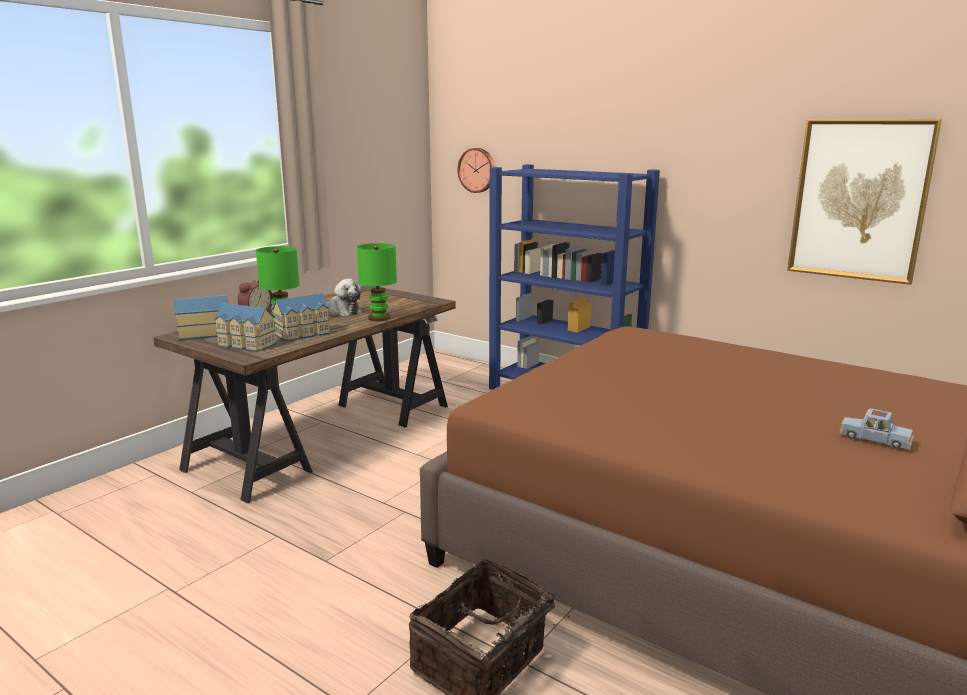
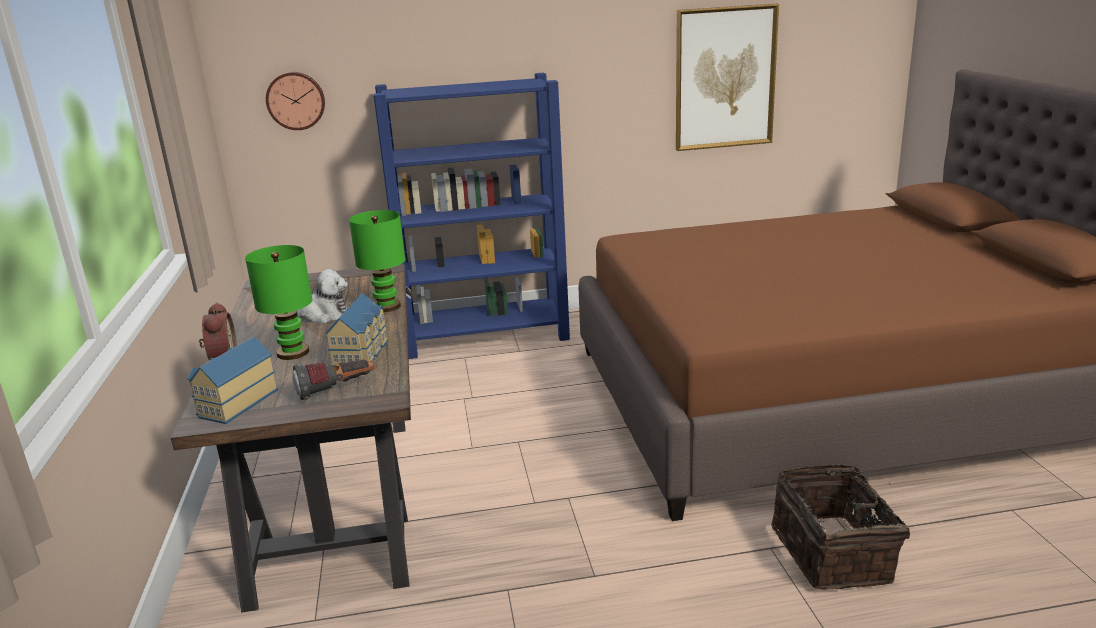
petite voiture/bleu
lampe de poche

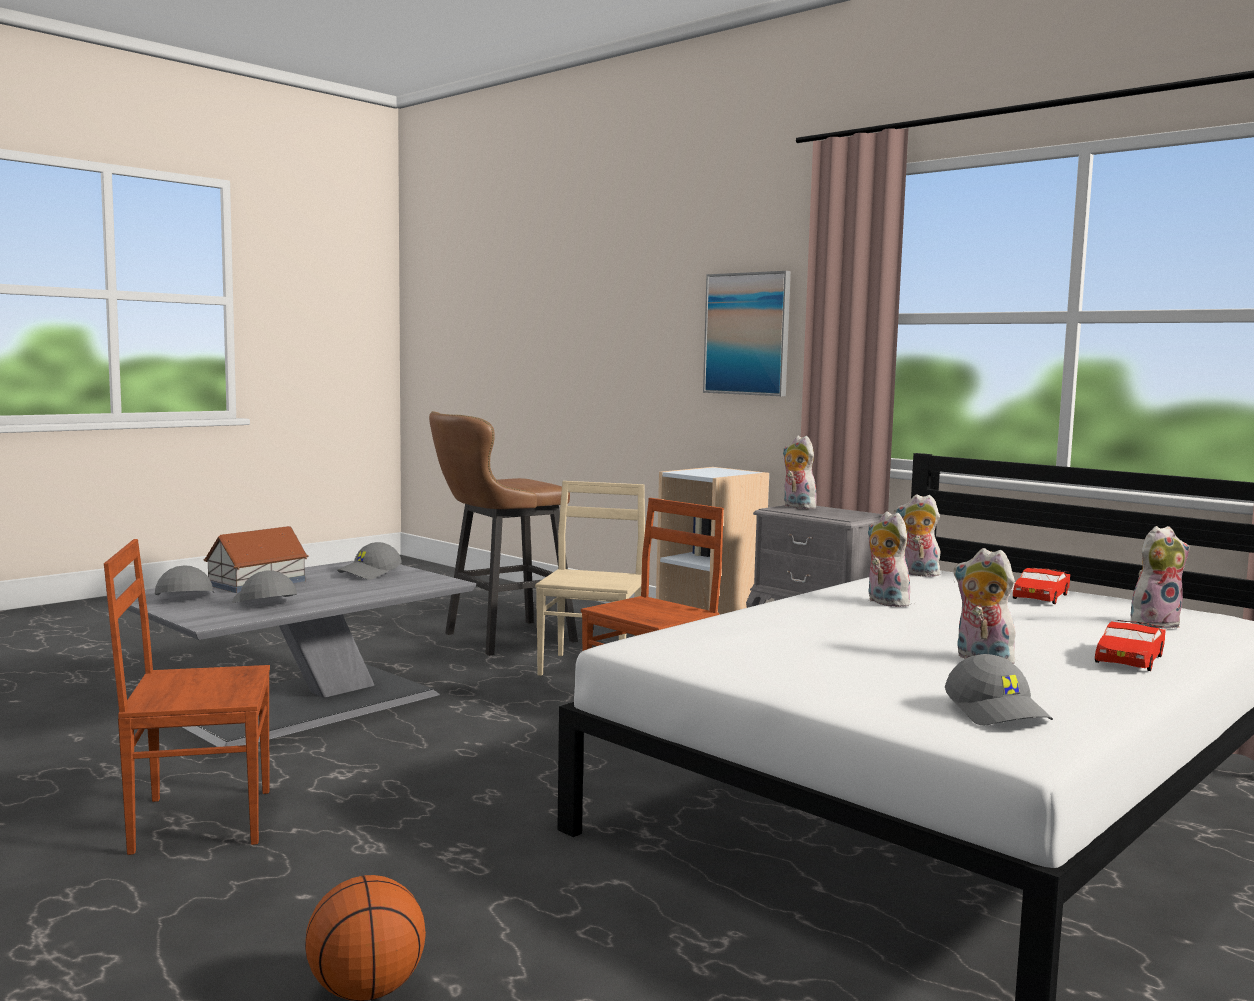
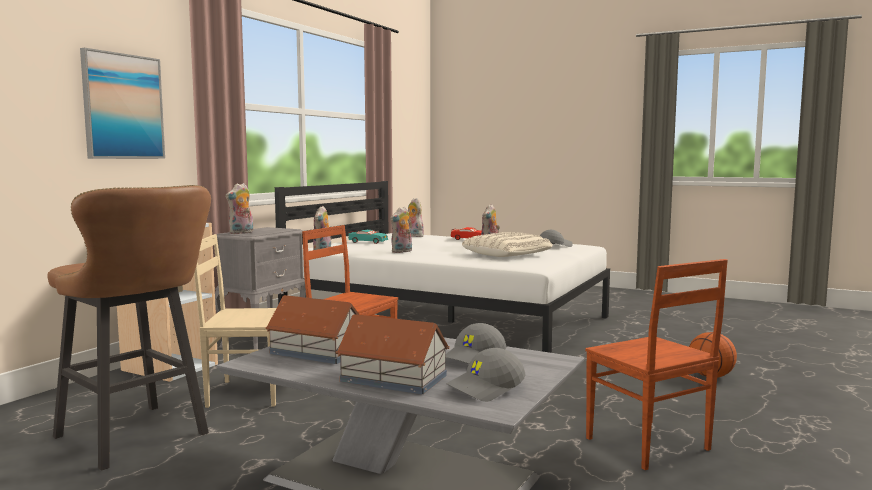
coussin/beige
maison miniature (1st from left)
petite voiture/turquoise

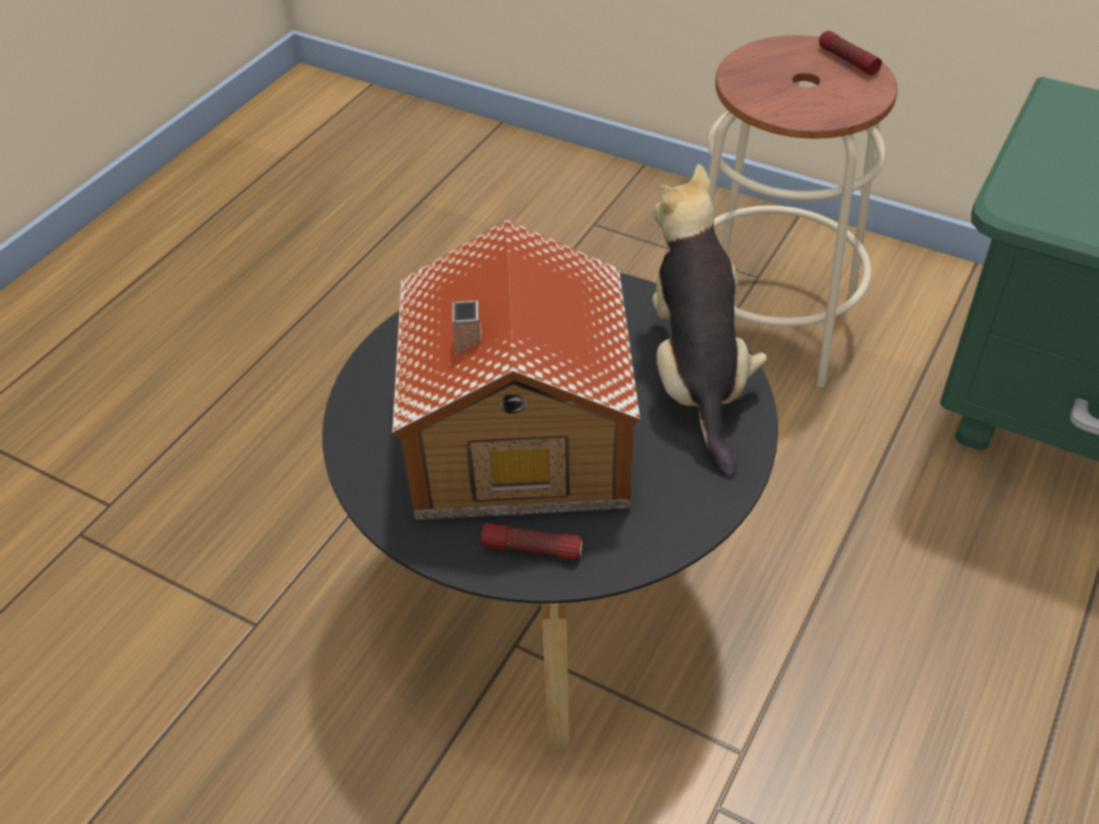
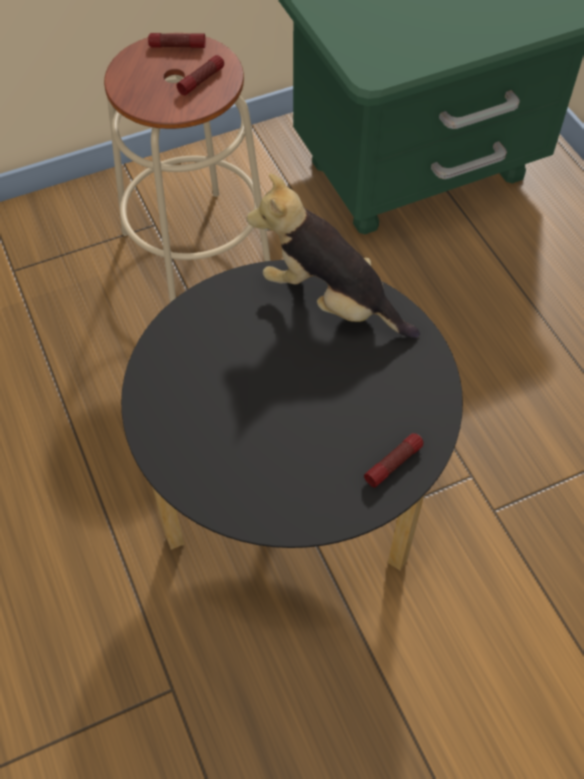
maison miniature
lampe de poche (2nd from left)

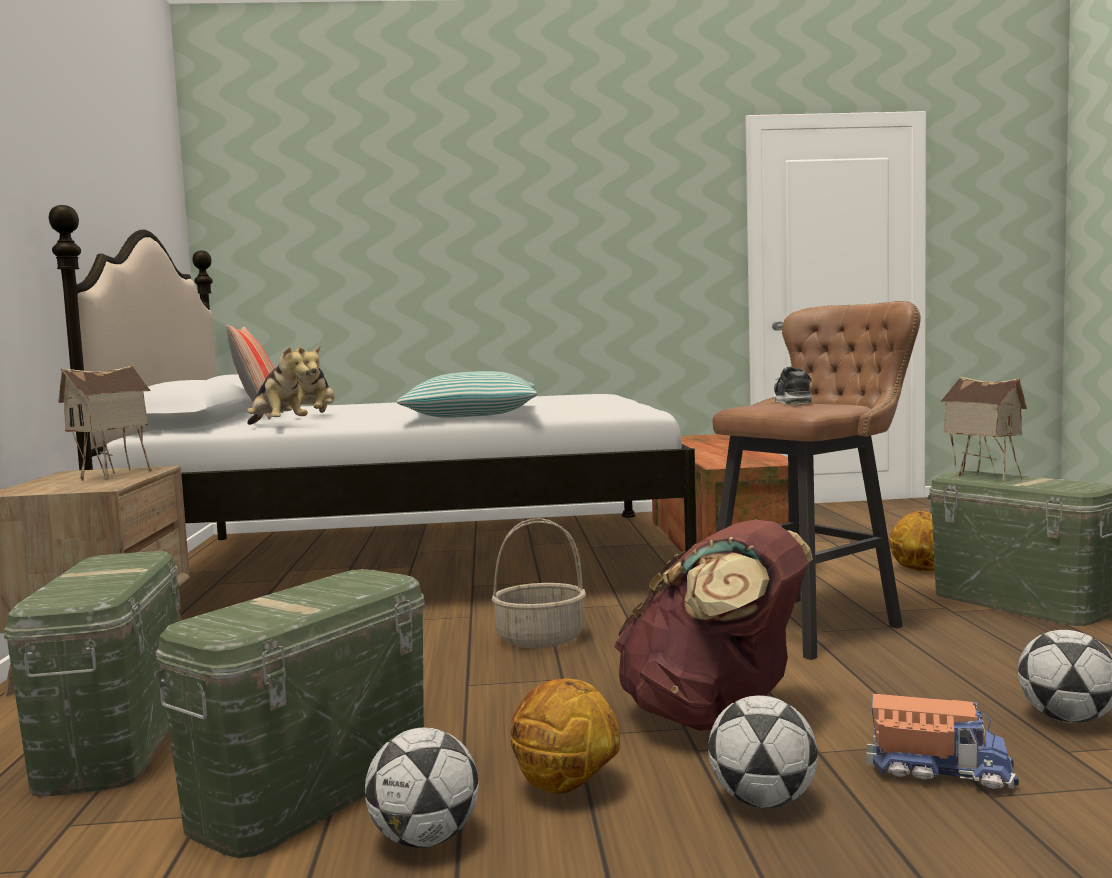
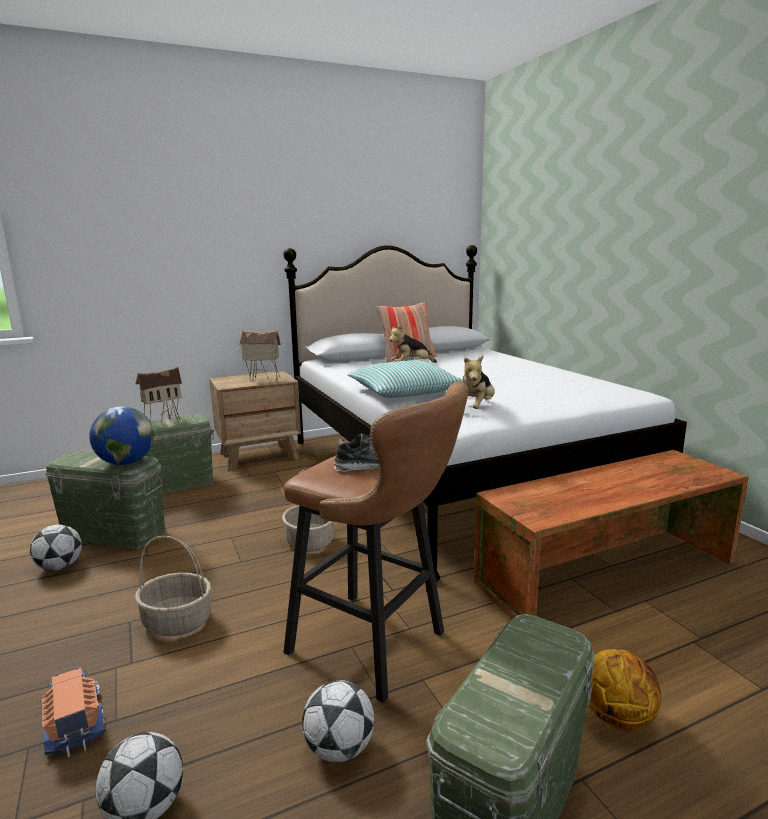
ballon de basket (1st from left in the first image)
globe
peluche (2nd from left)
ballon de foot (3rd from left)
maison miniature (1st from left)
panier (1st from left)
camion jouet

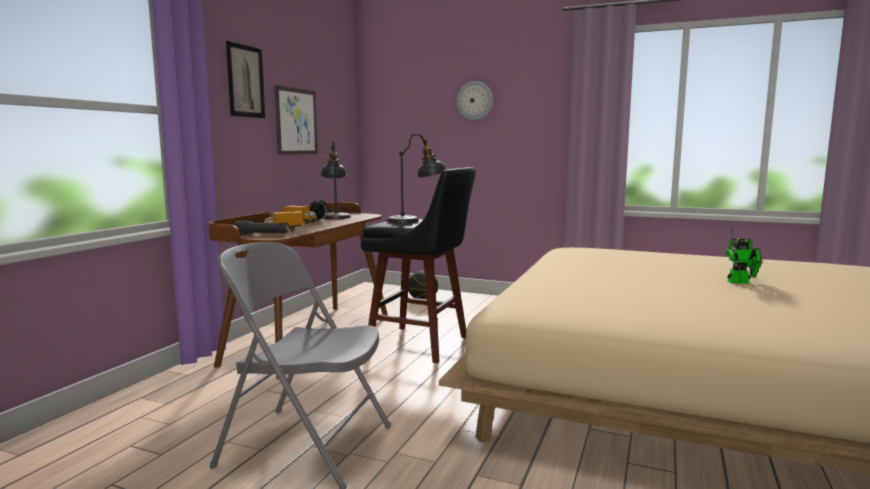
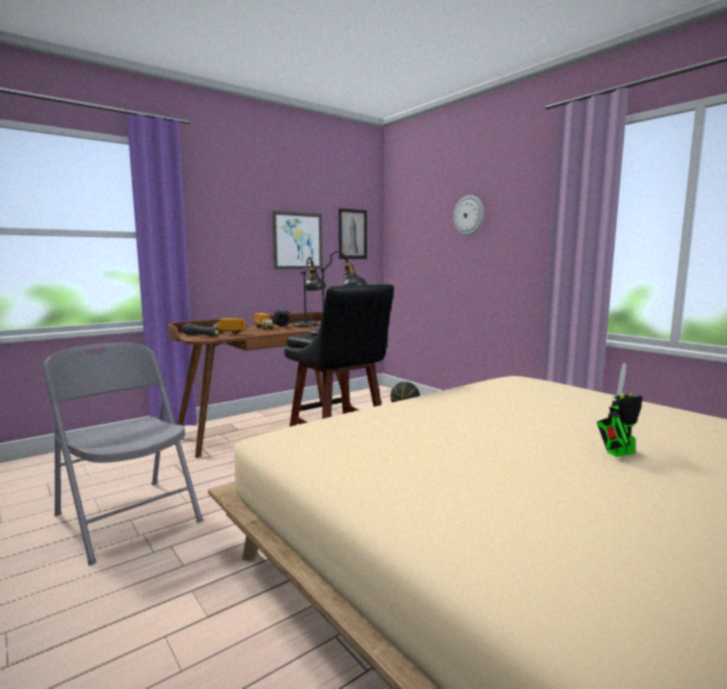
tableau (2nd from left)
robot jouet

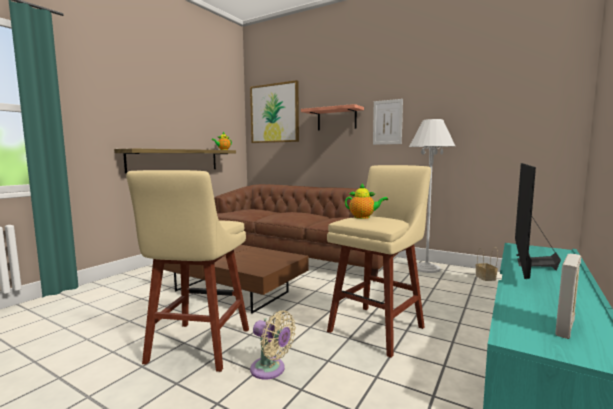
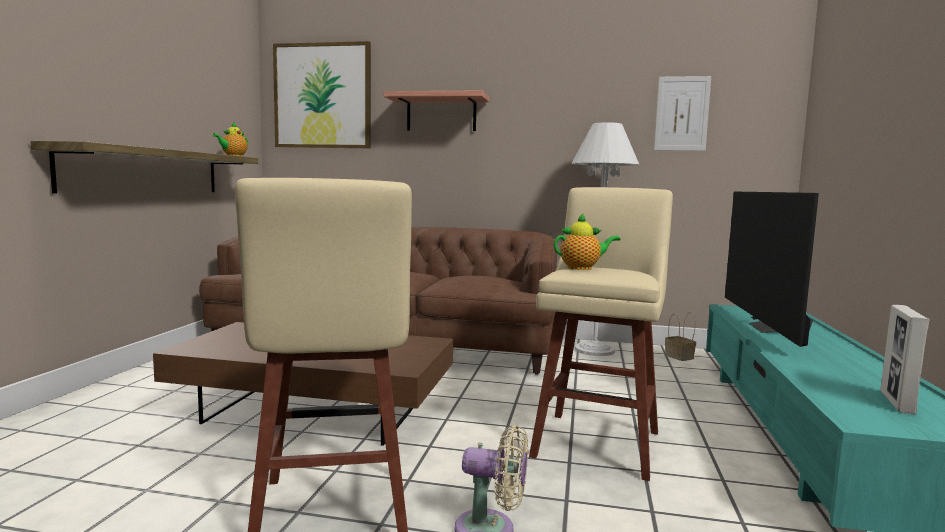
tableau (2nd from left)

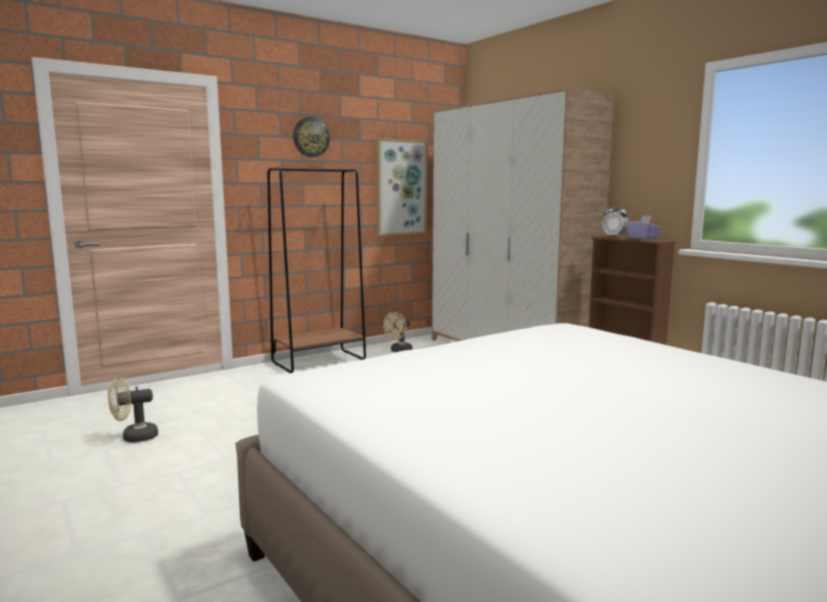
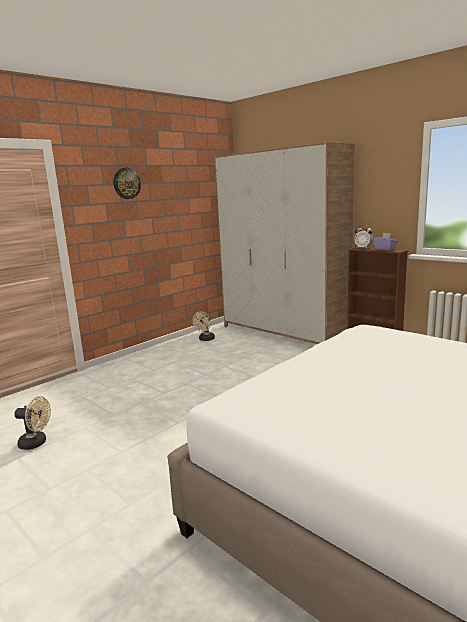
portant
tableau
ventilateur/beige (1st from left)

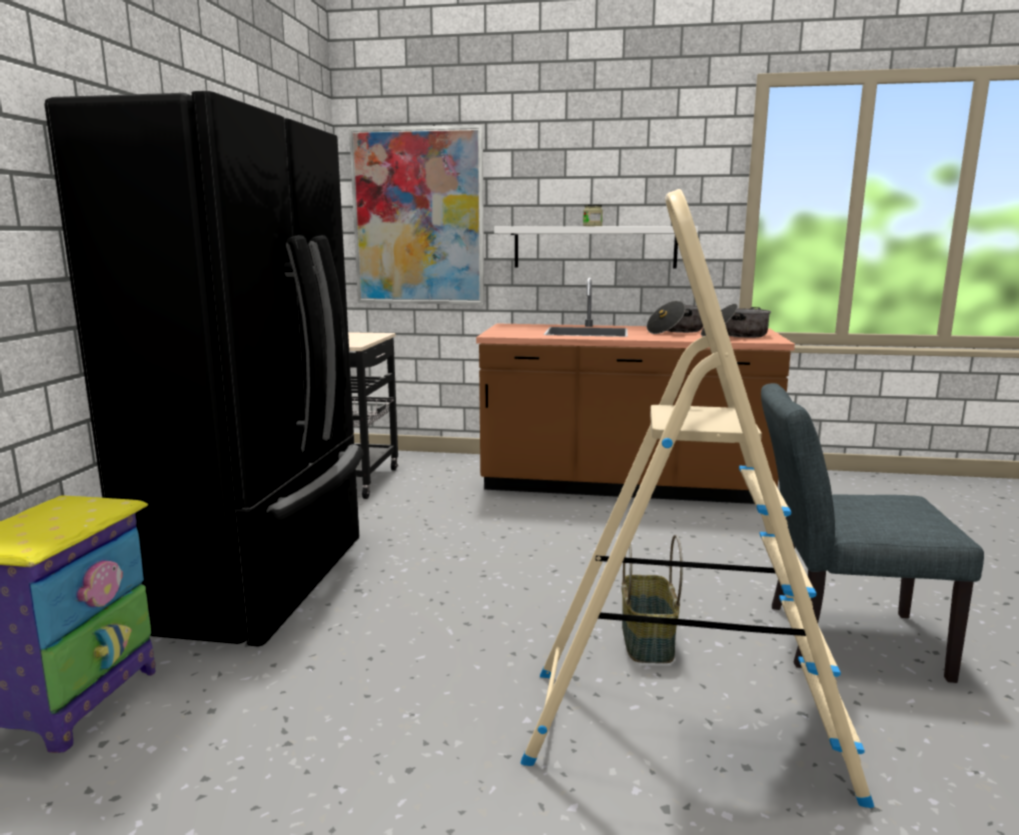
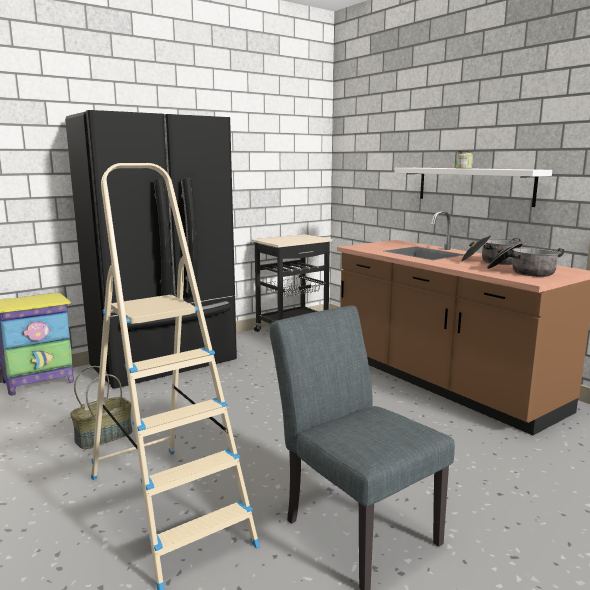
tableau
panier

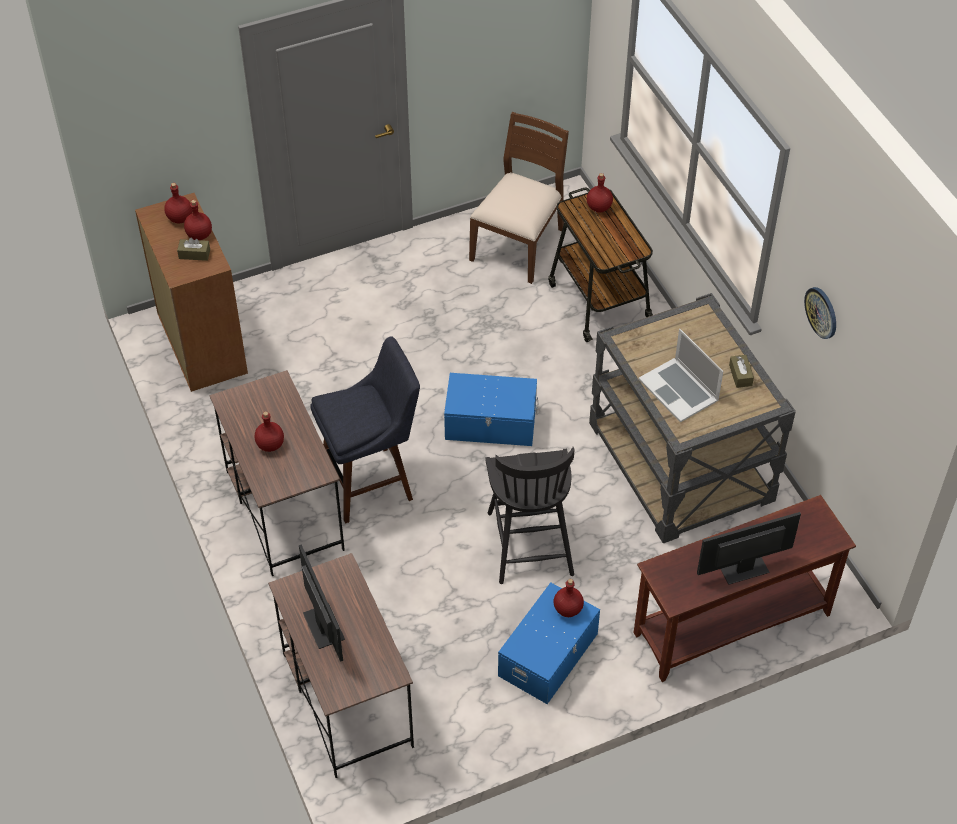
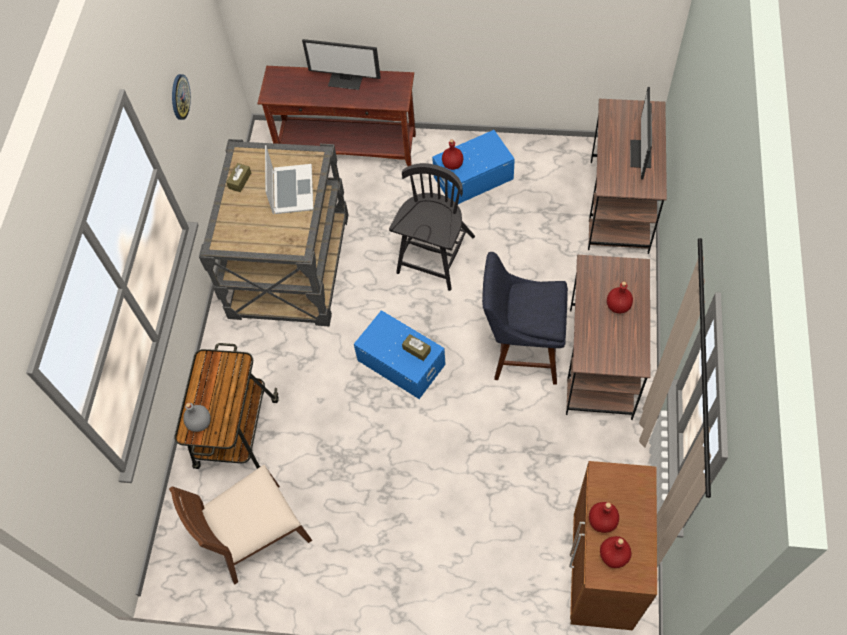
boîte à mouchoirs/marron (2nd from left)
bouteille/gris

